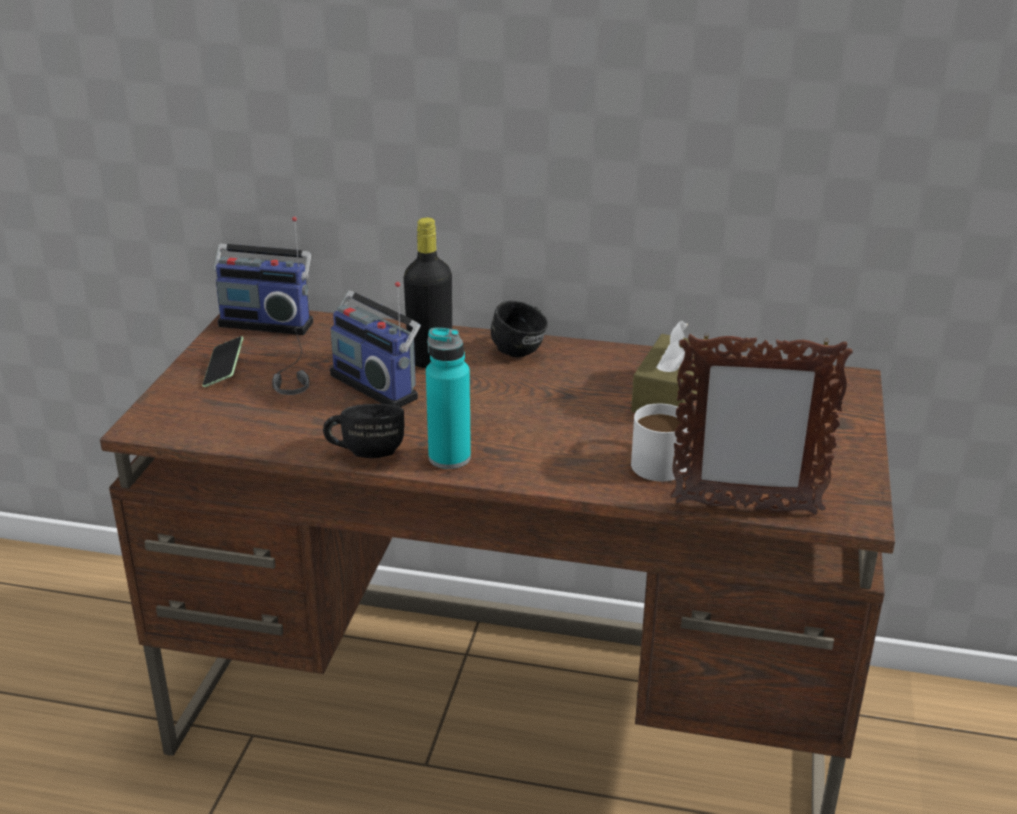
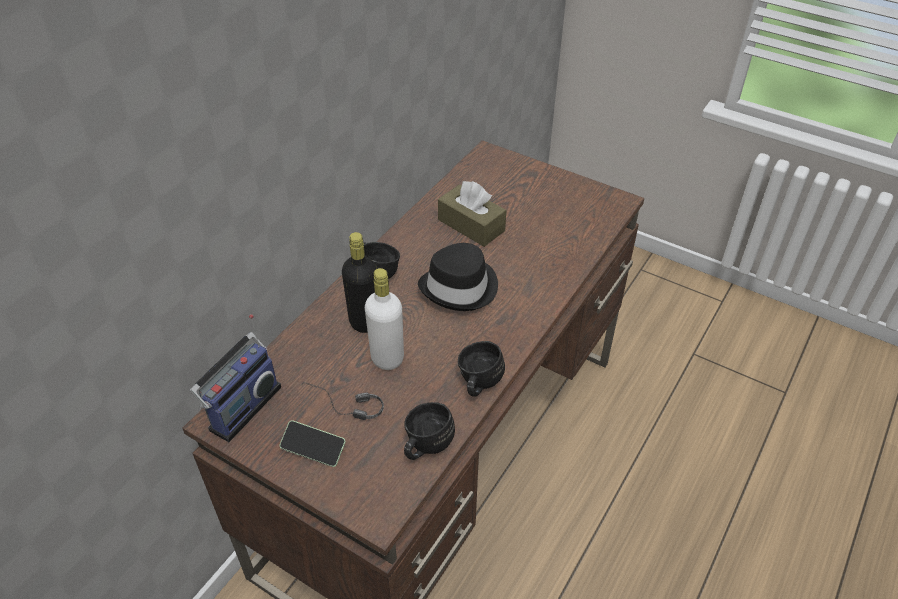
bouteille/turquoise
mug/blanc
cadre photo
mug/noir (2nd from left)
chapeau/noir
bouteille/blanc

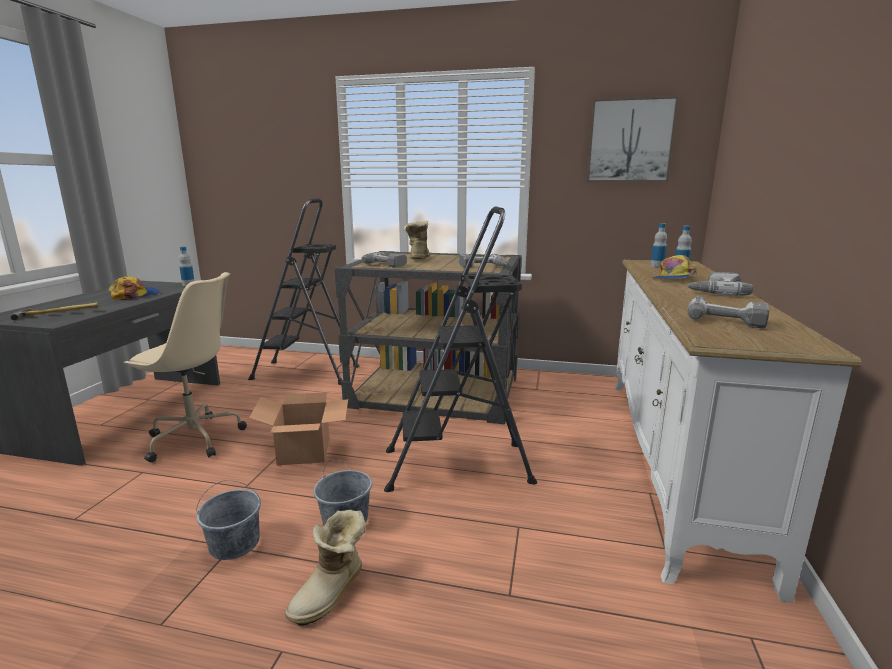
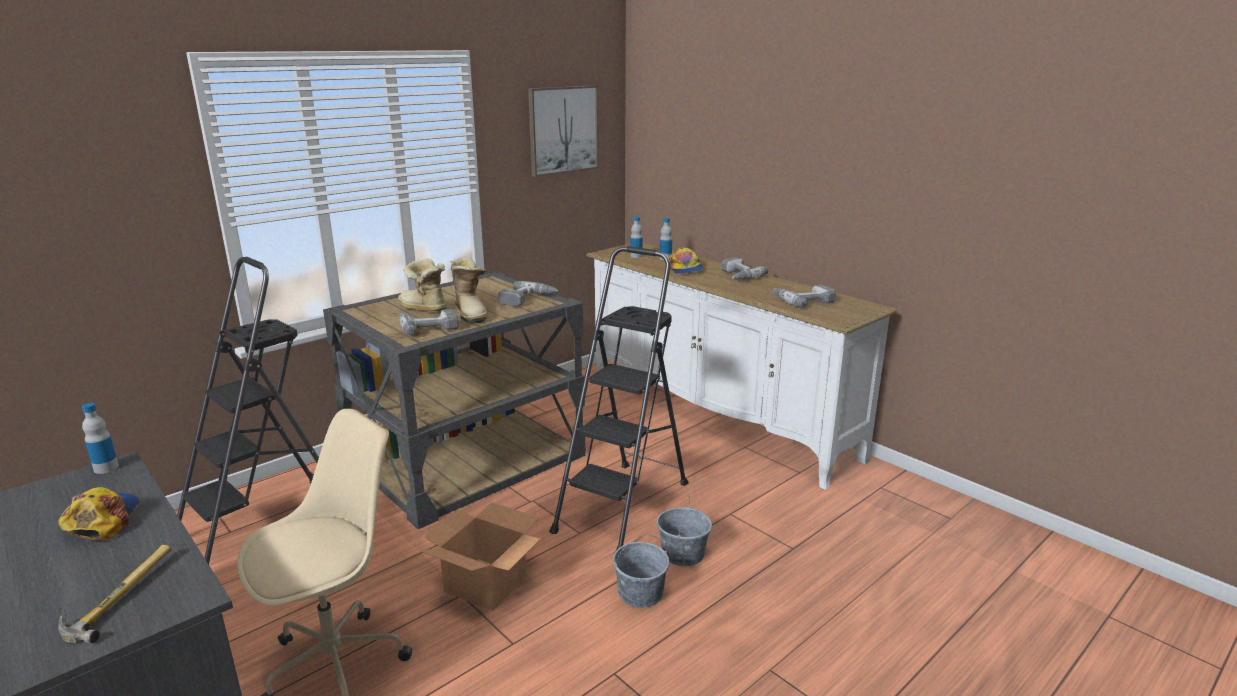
seau/gris (2nd from left)
botte (2nd from left)

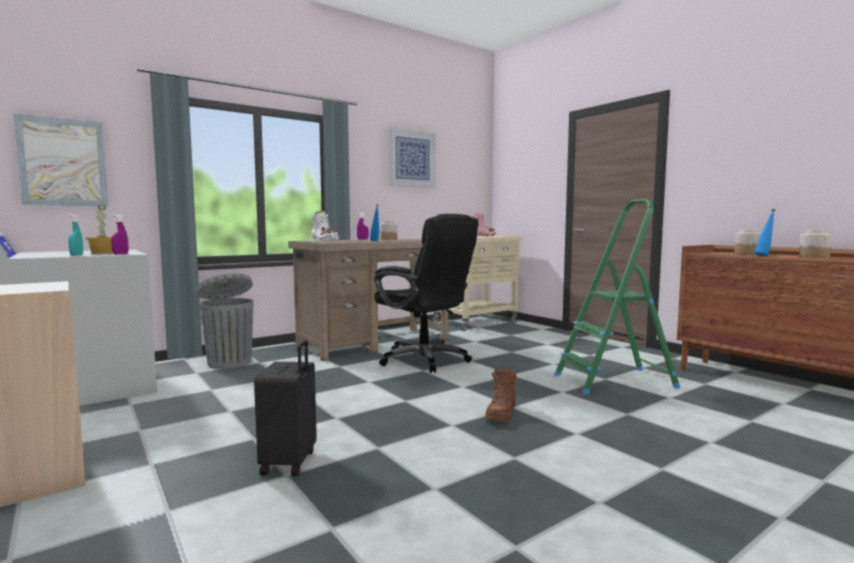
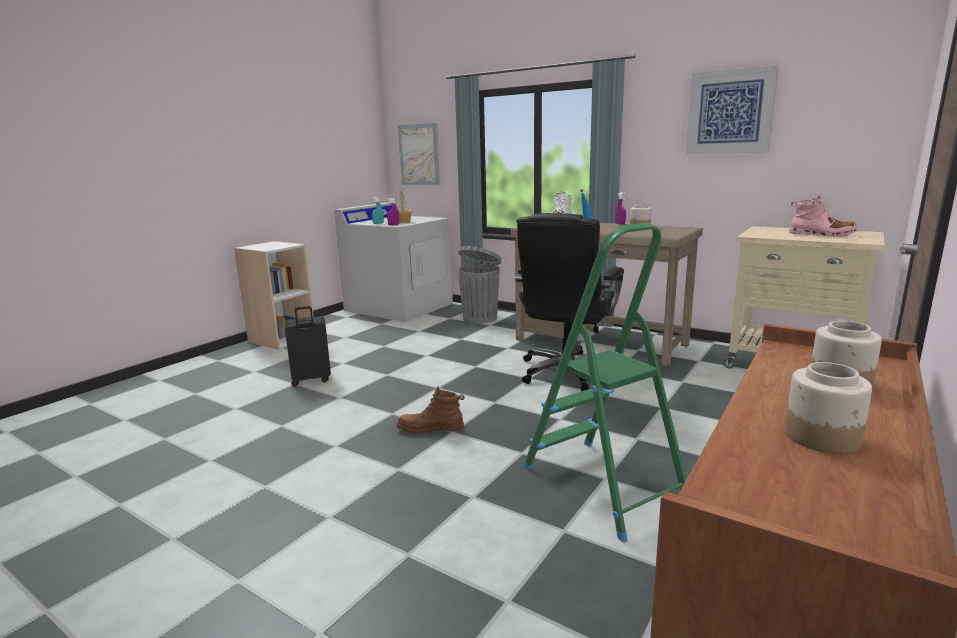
bouteille/bleu (2nd from left in the first image)

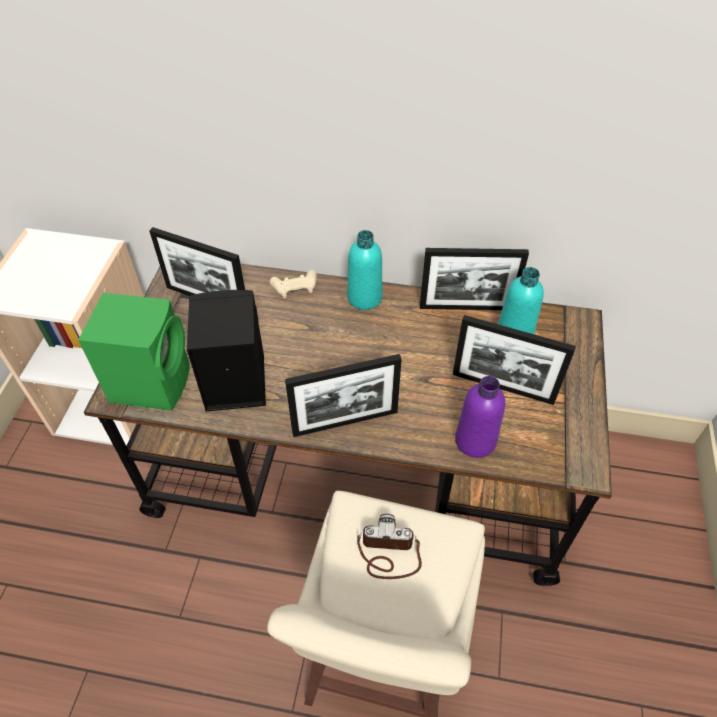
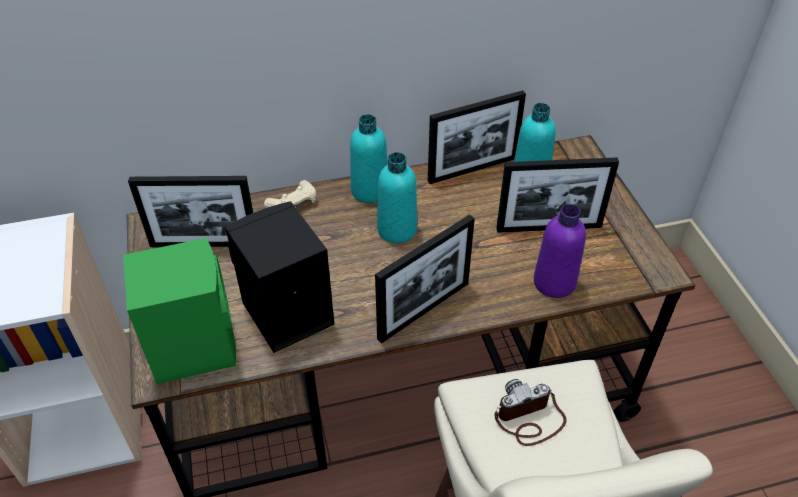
bouteille/turquoise (2nd from left)

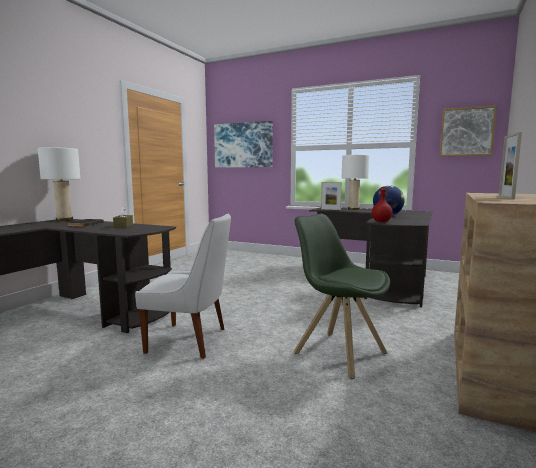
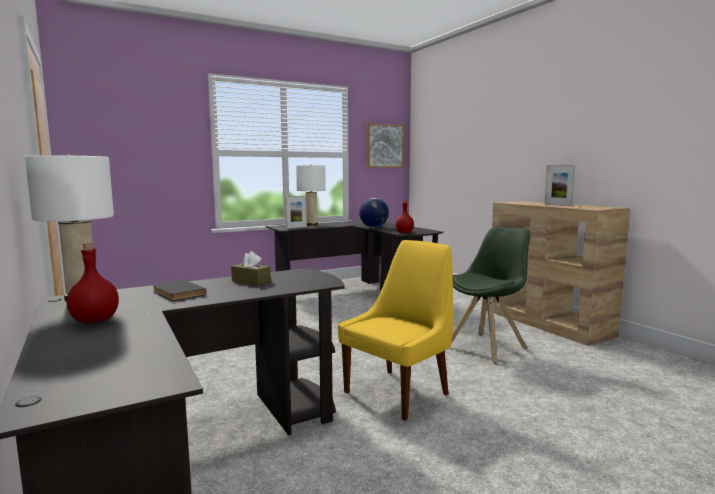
tableau (1st from left in the first image)
bouteille/rouge (1st from left)
chaise/jaune
chaise/vert

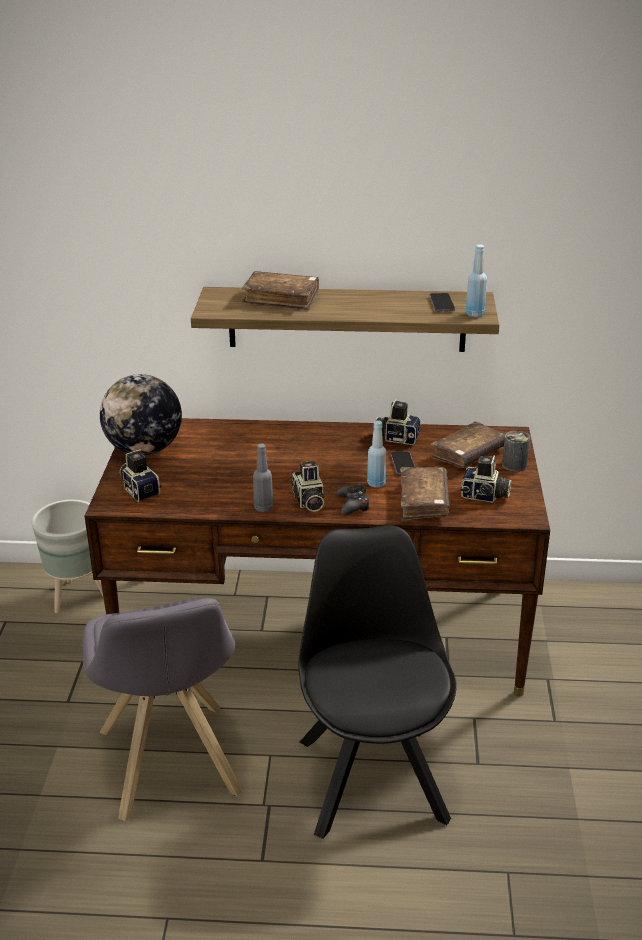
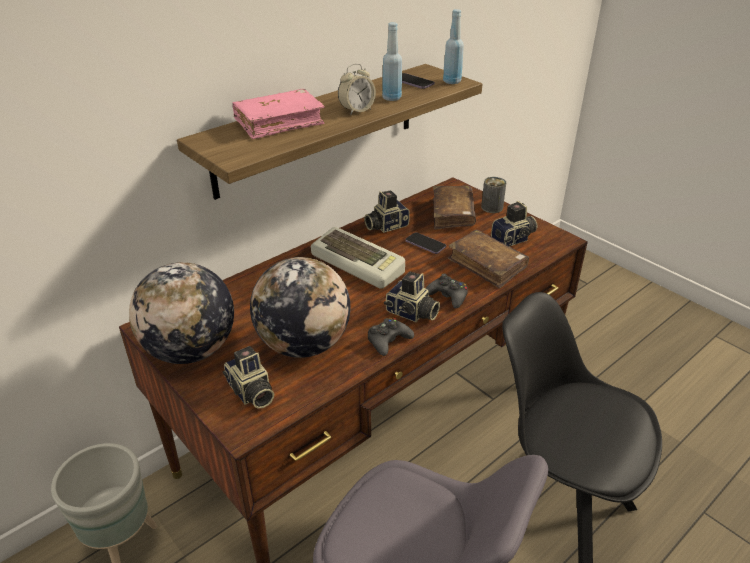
globe (2nd from left)
clavier
réveil
bouteille/bleu (1st from left)
manette/noir (1st from left)
livre/rose
appareil photo (1st from left)

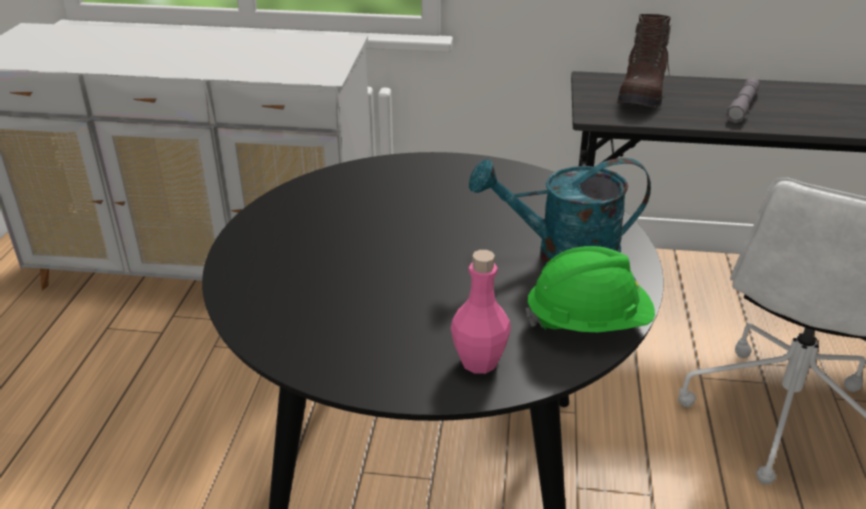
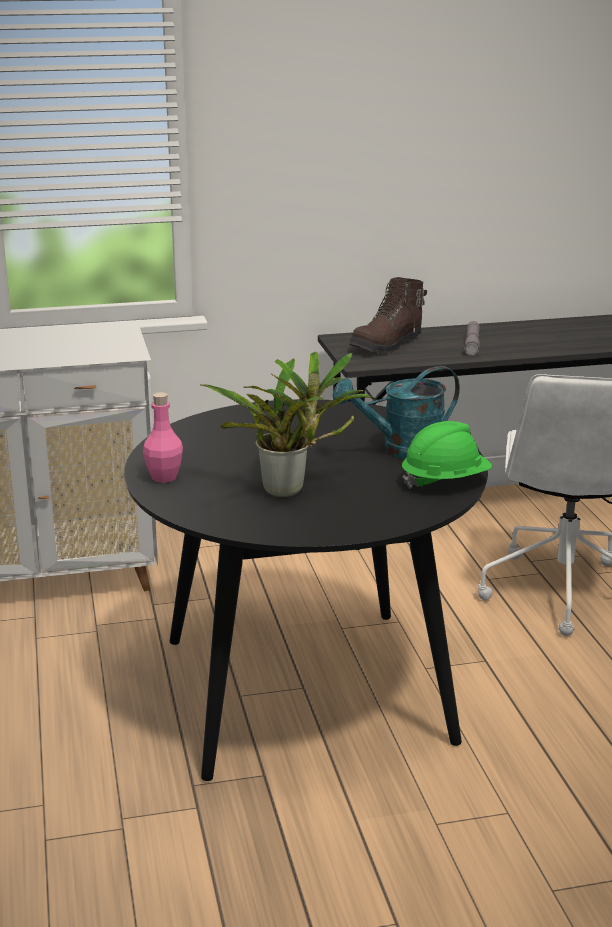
plante en pot
bouteille/rose
botte/marron

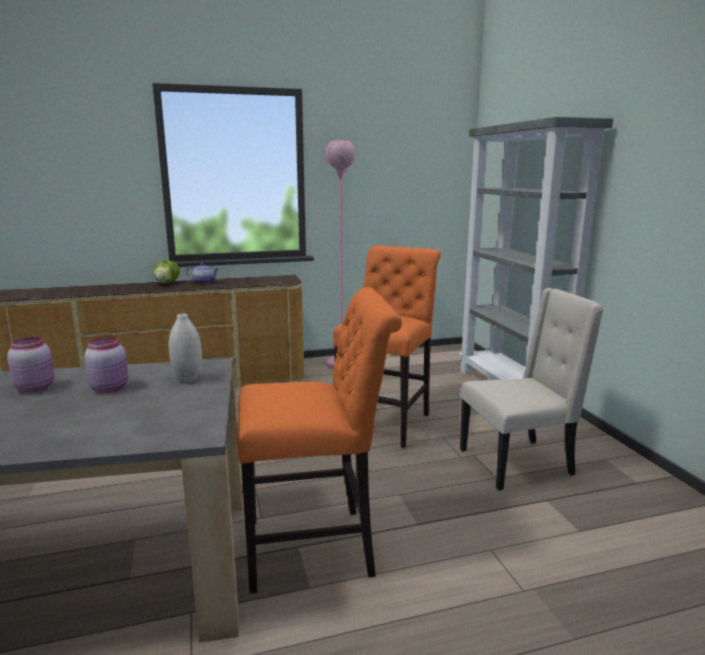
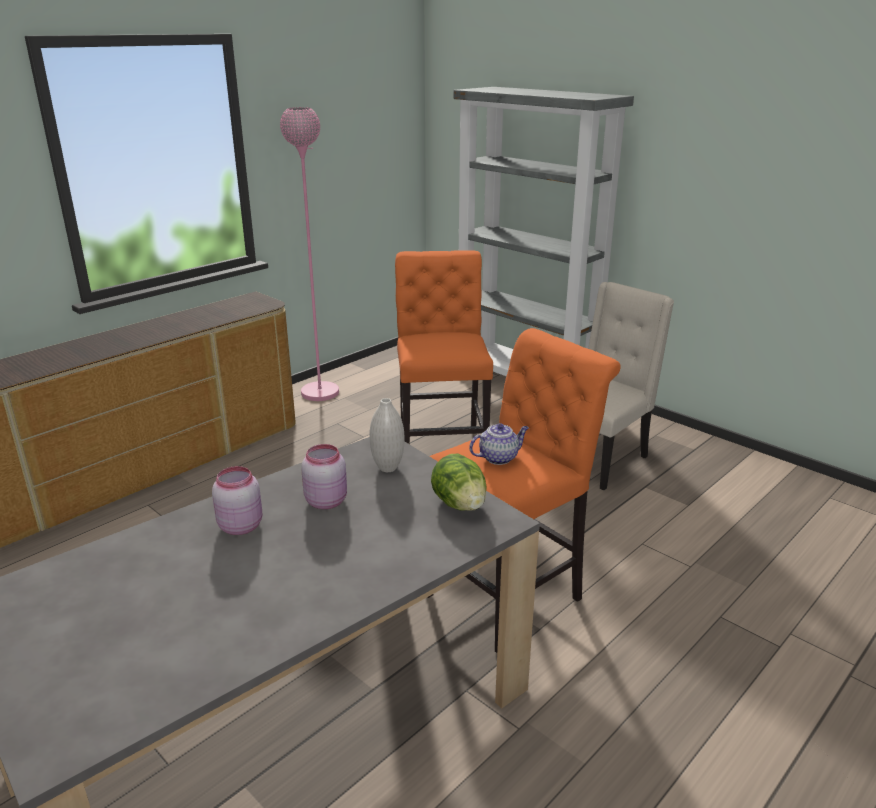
laitue
théière

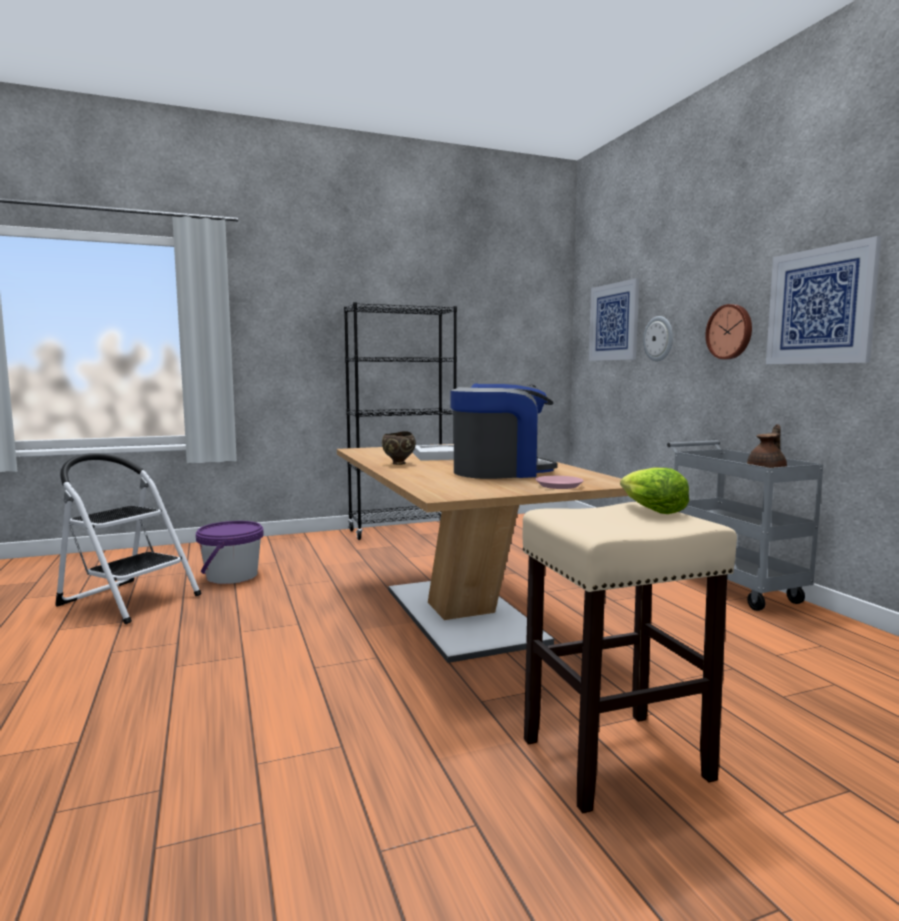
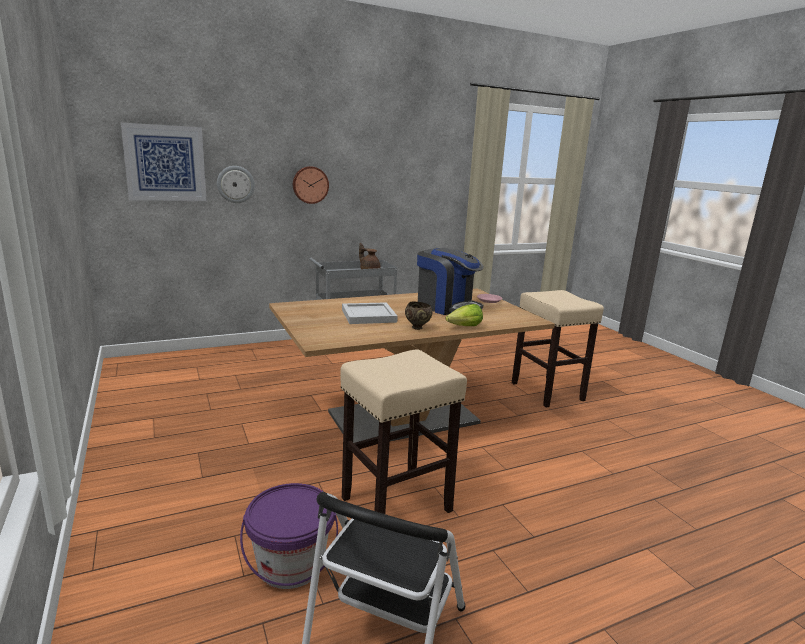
bibliothèque/noir
tableau (2nd from left in the first image)
tabouret/beige (1st from left)
laitue
machine à café

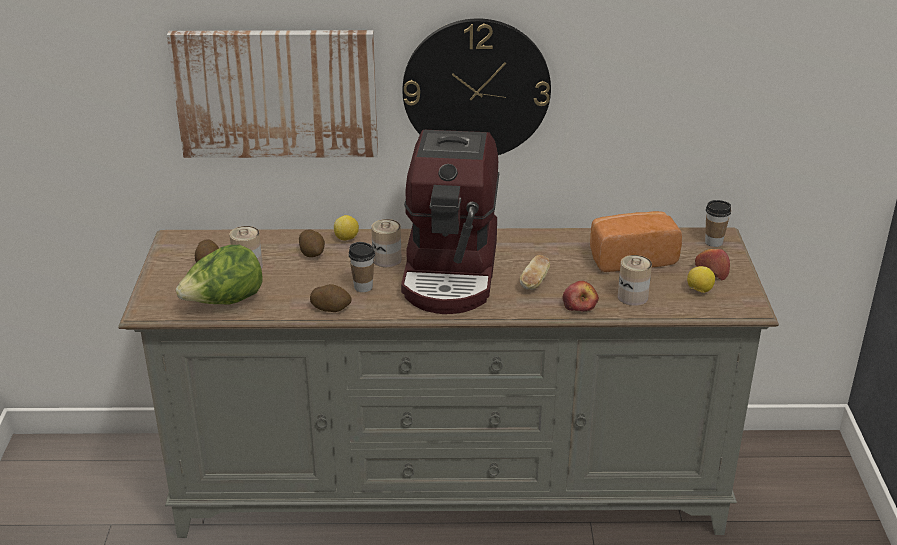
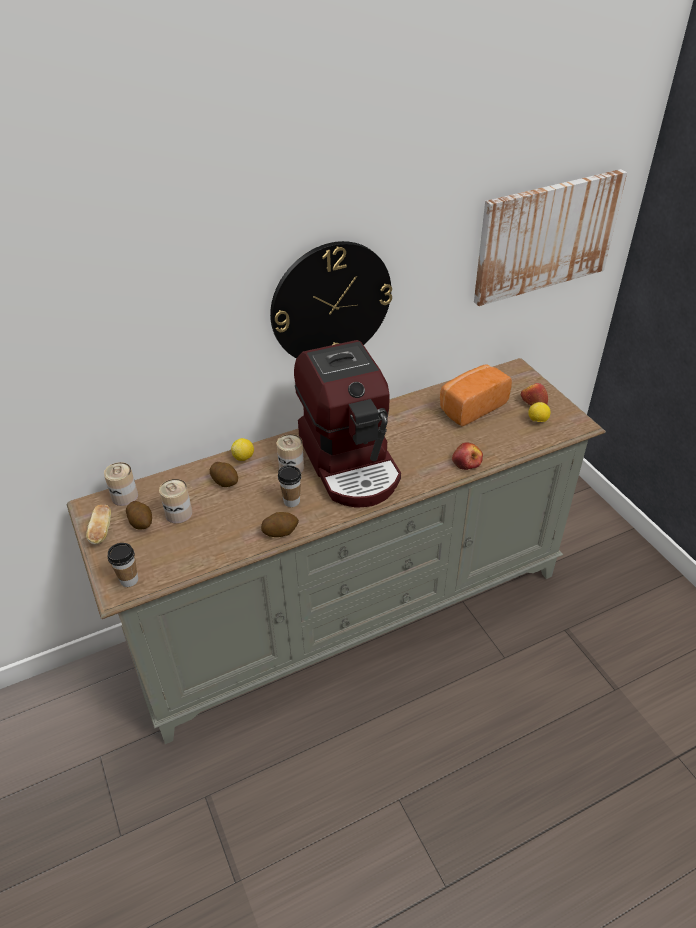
laitue
tableau
pain (1st from left)
boîte métallique (1st from left)
tasse (1st from left)

